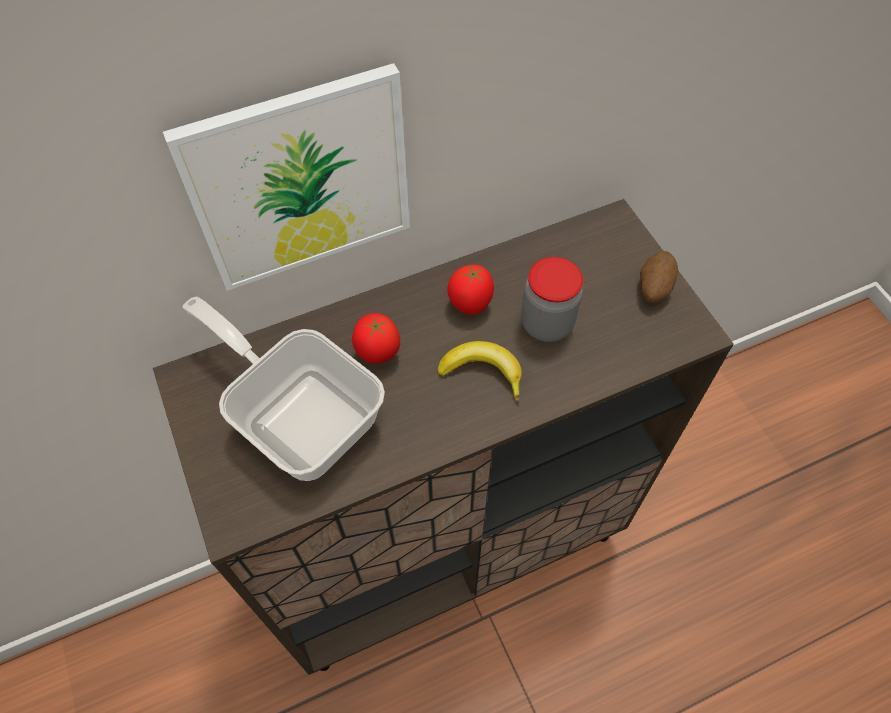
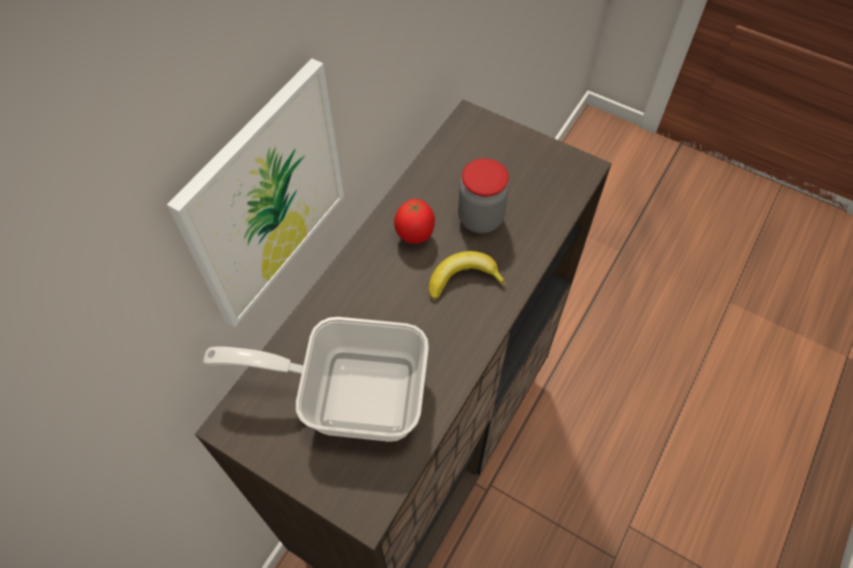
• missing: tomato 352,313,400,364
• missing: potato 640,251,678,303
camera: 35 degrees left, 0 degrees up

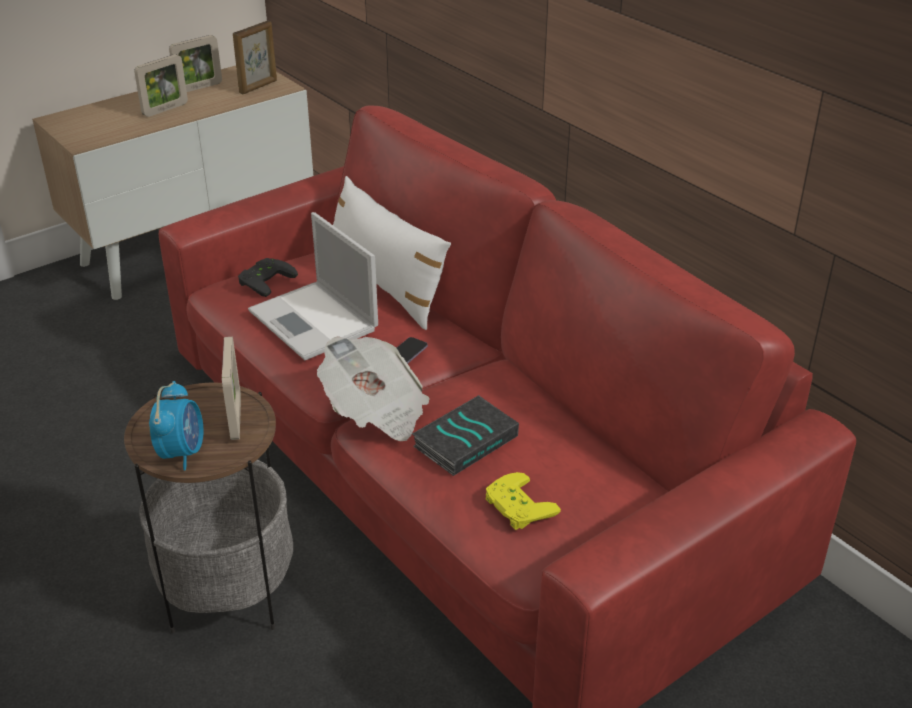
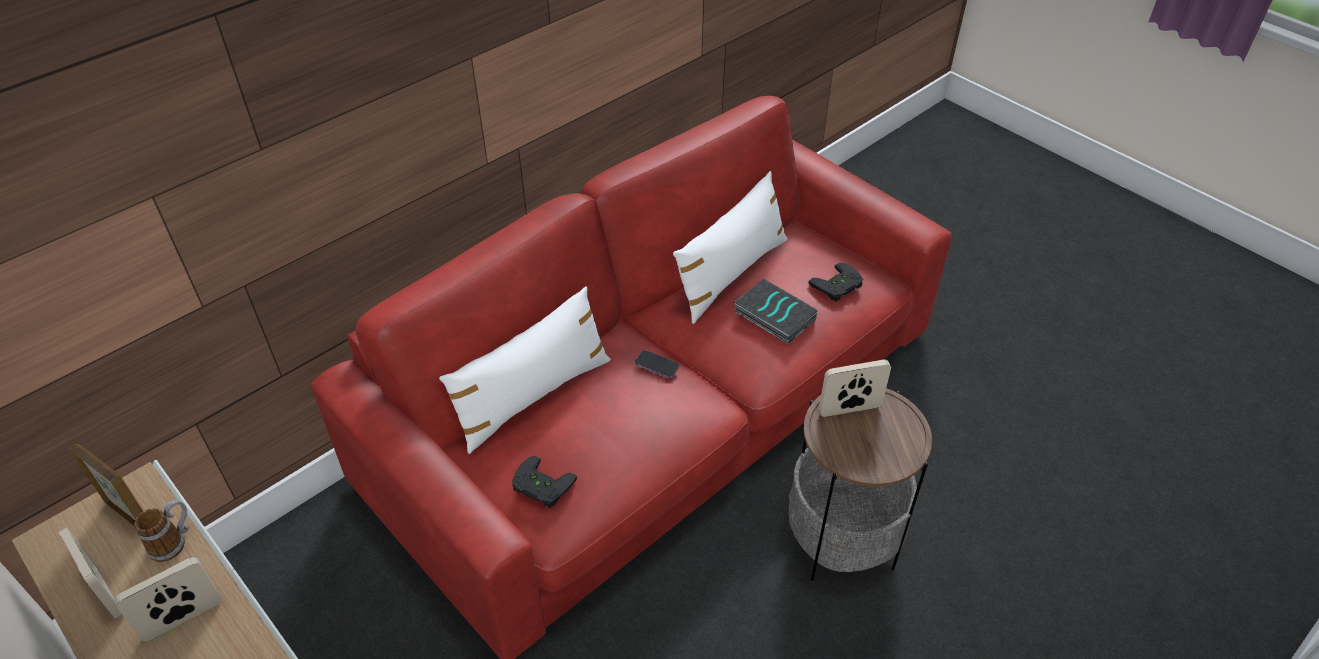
• spun: picture frame 134,54,188,117 = 114,557,221,641 75 degrees counterclockwise
• appeared: mug 134,500,189,562
• appeared: pillow (white) 673,171,788,324
• colour: game controller (yellow) 486,472,561,530 to game controller (black) 809,263,863,302
• missing: alarm clock 149,381,203,471
• missing: laptop 248,212,378,360
• missing: newspaper 317,336,430,441
camera: 95 degrees left, 10 degrees up

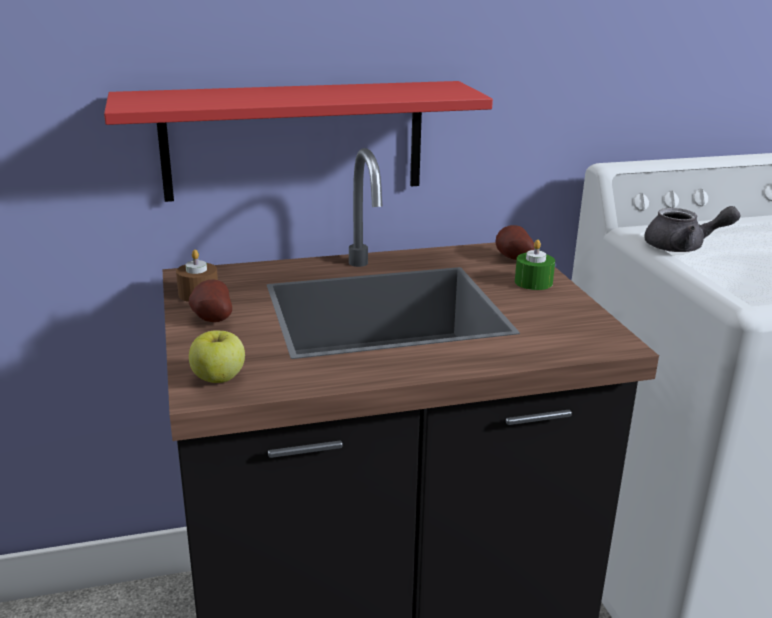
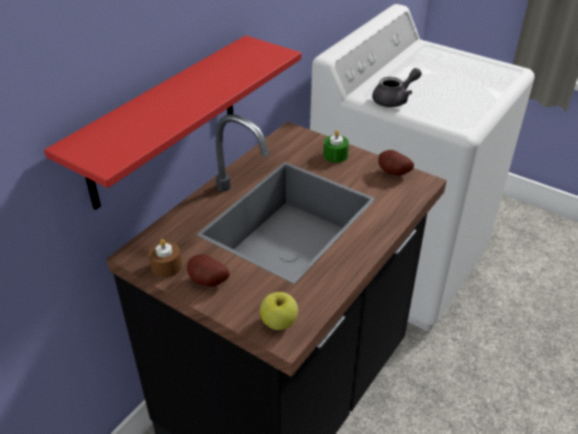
• relocated: potato 495,225,534,260 to 378,150,414,176
camera: 40 degrees left, 15 degrees up

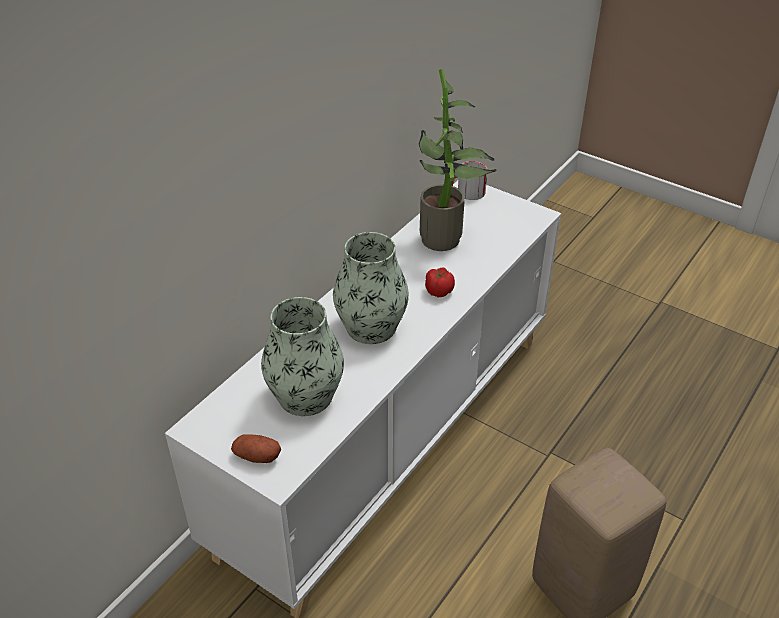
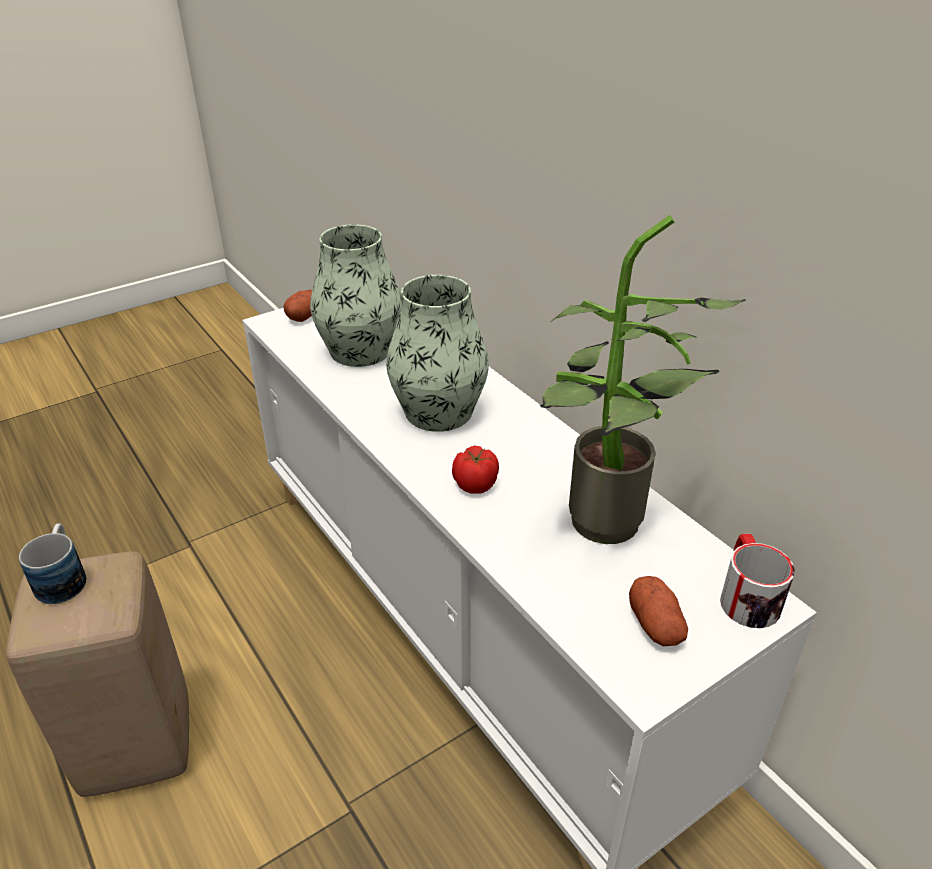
• appeared: mug 19,523,86,604
• appeared: potato 629,576,688,646
camera: 110 degrees right, 5 degrees down

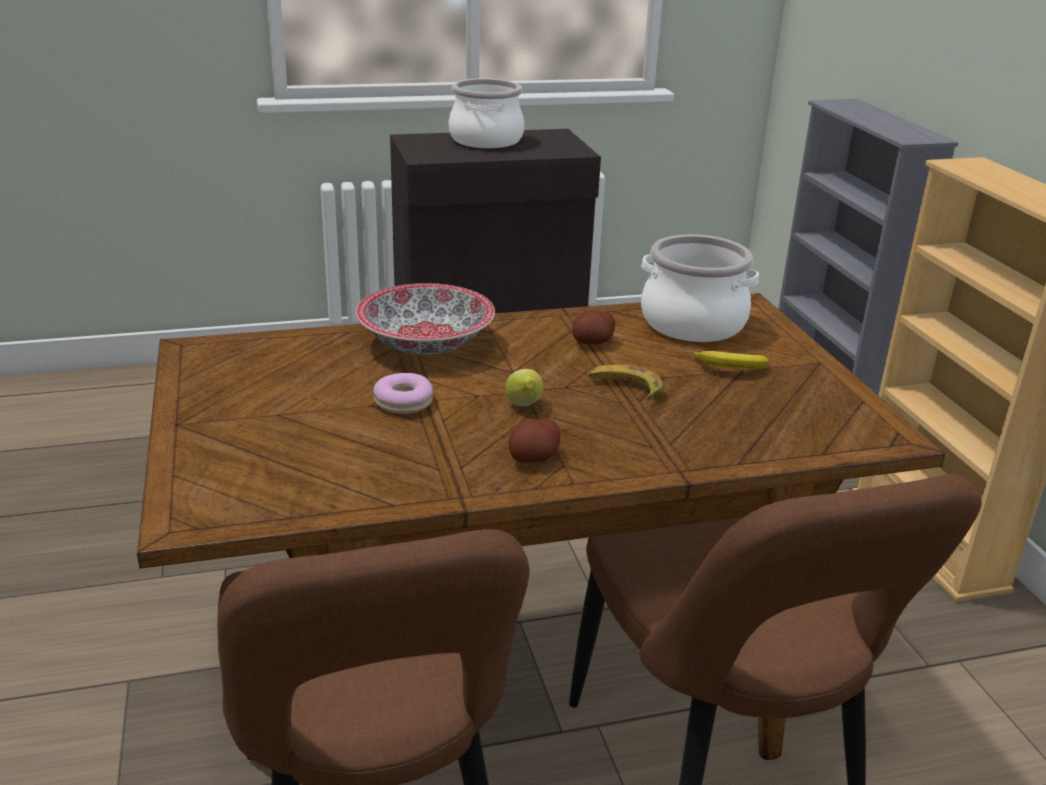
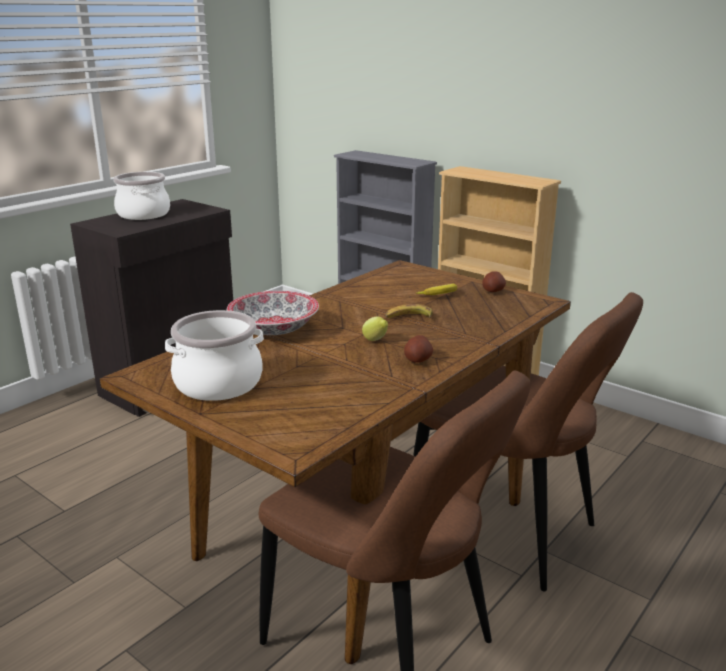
• relocated: cooking pot 641,235,759,342 to 165,310,264,401
• relocated: potato 572,310,615,345 to 483,271,506,292
• missing: donut 373,373,433,414
camera: 35 degrees left, 5 degrees down

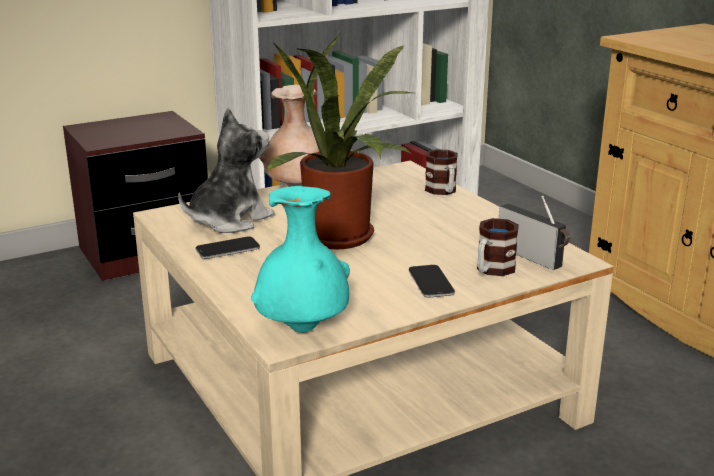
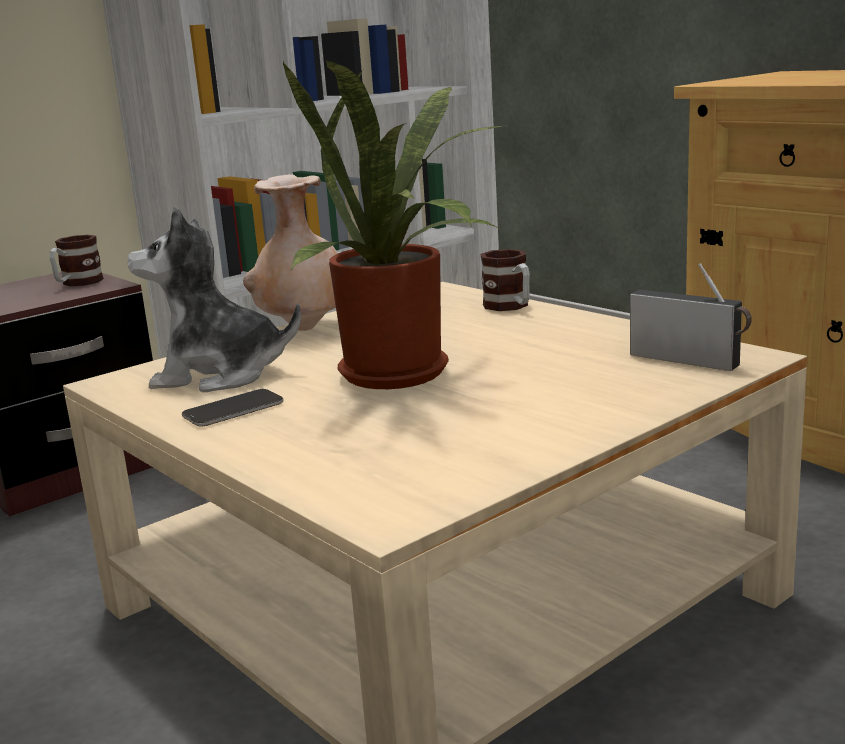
• relocated: mug 477,218,519,276 to 49,235,104,286
• spun: plush toy 178,108,275,233 = 127,207,301,392 120 degrees counterclockwise
• missing: vase (turquoise) 251,186,350,333
• missing: phone 409,265,455,297
camera: 10 degrees left, 5 degrees down

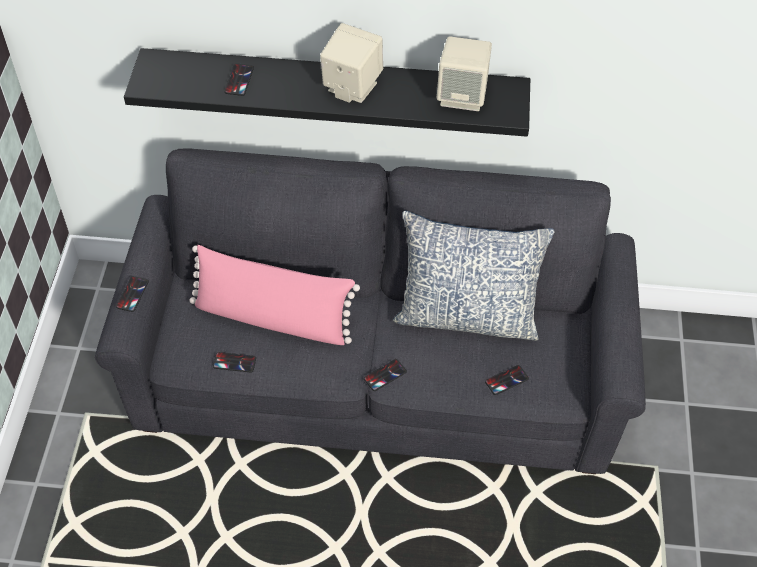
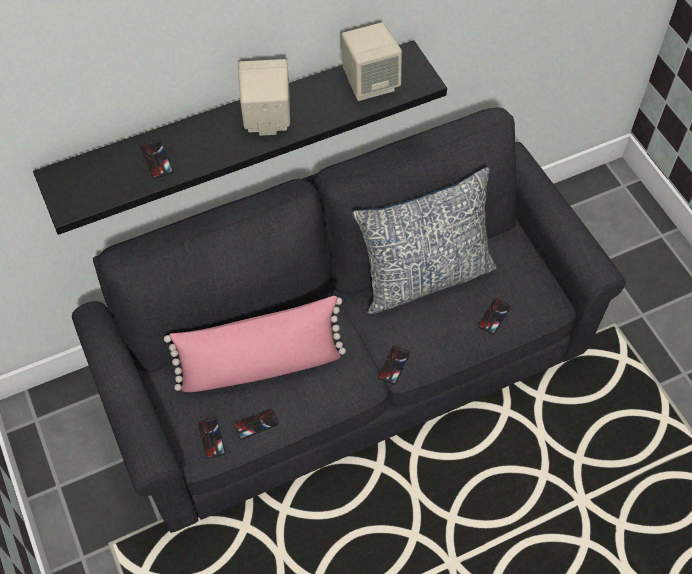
• relocated: phone 116,276,149,312 to 198,417,226,459
camera: 30 degrees left, 5 degrees up

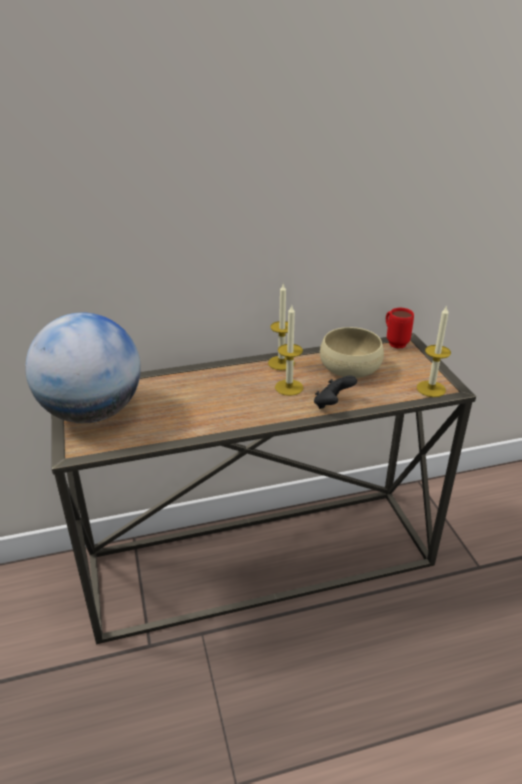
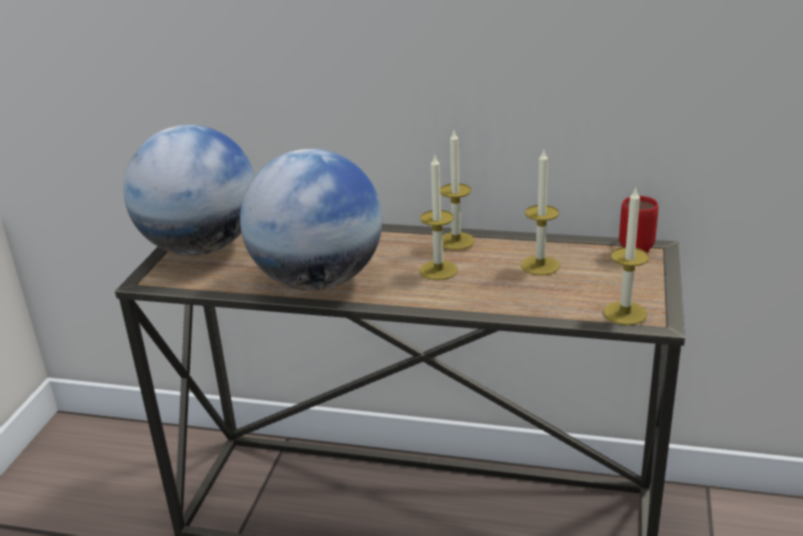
• appeared: globe 240,149,382,290
• exchanged: bowl (beige) 320,327,384,378 to candle 521,150,560,275
• missing: game controller (black) 314,376,357,409
camera: 30 degrees right, 5 degrees down

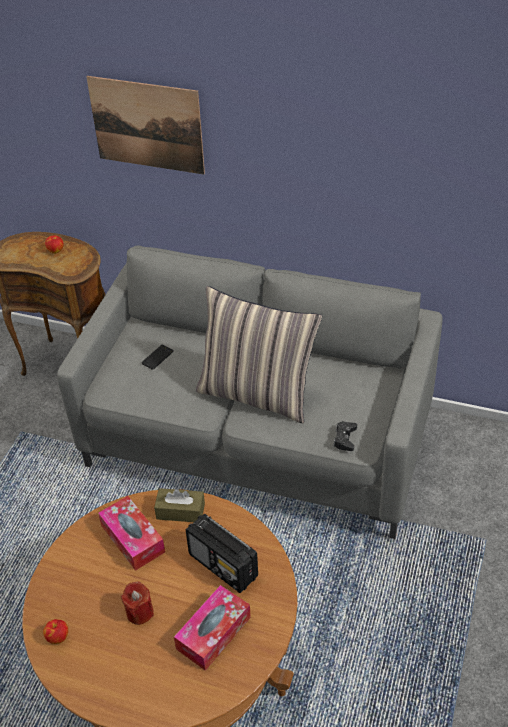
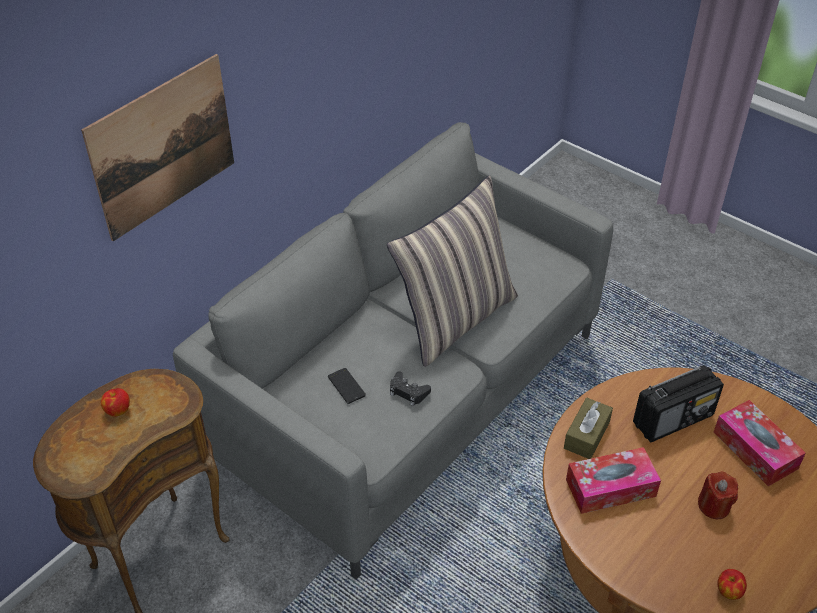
• relocated: game controller (black) 333,421,357,451 to 390,371,431,406
camera: 70 degrees left, 0 degrees up

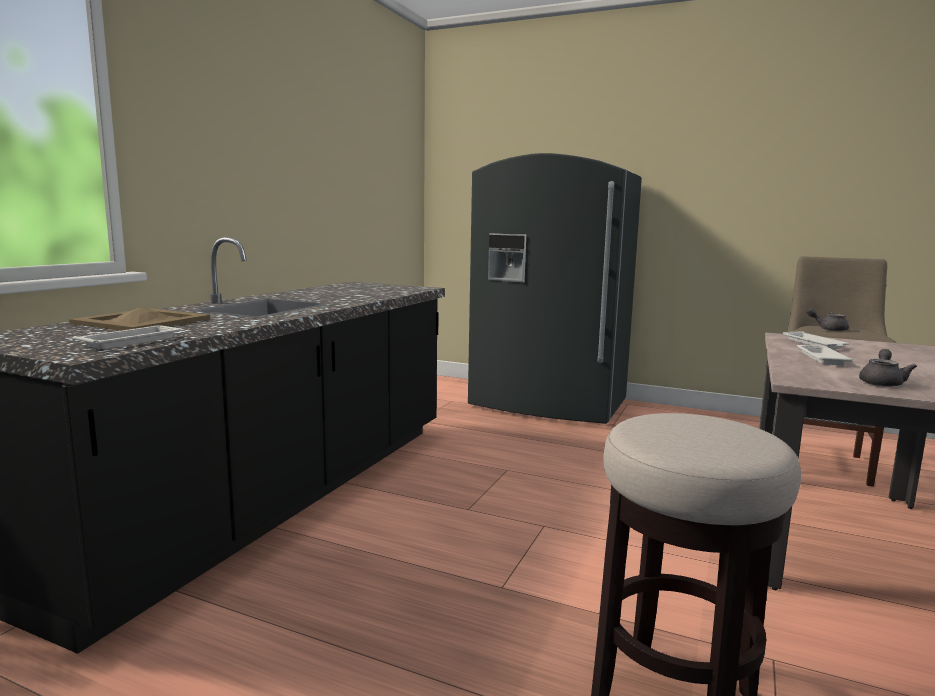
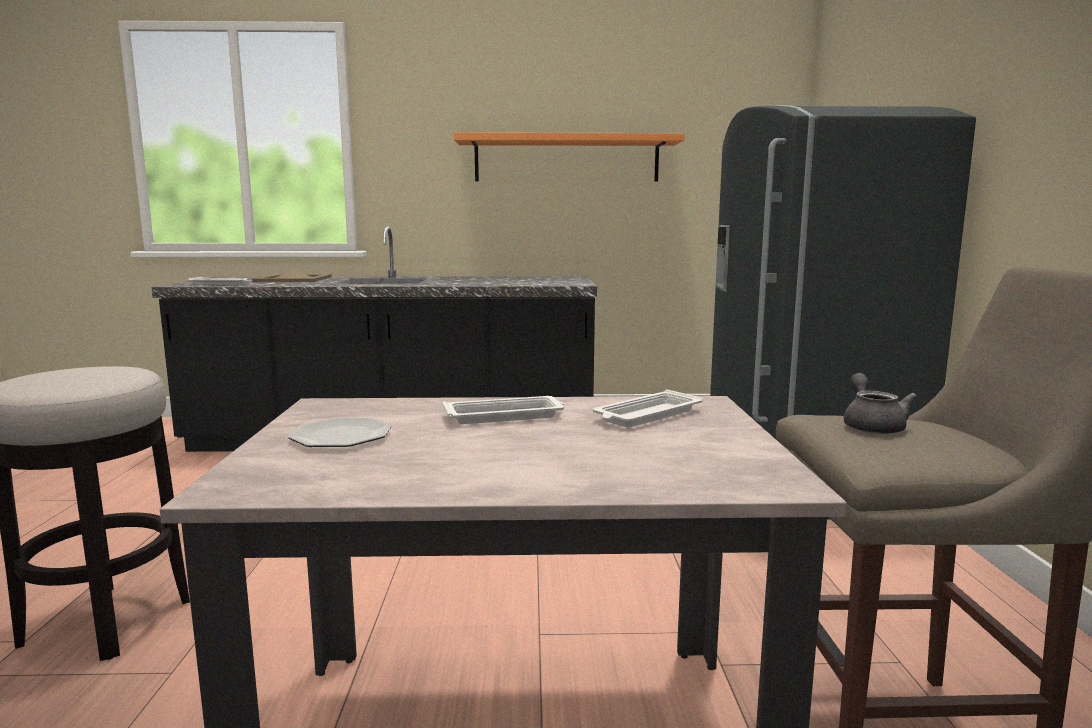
• exchanged: teapot (grey) 859,349,917,387 to plate 288,417,392,447
• appeared: shelf (orange) 454,132,685,182
camera: 65 degrees right, 0 degrees up

